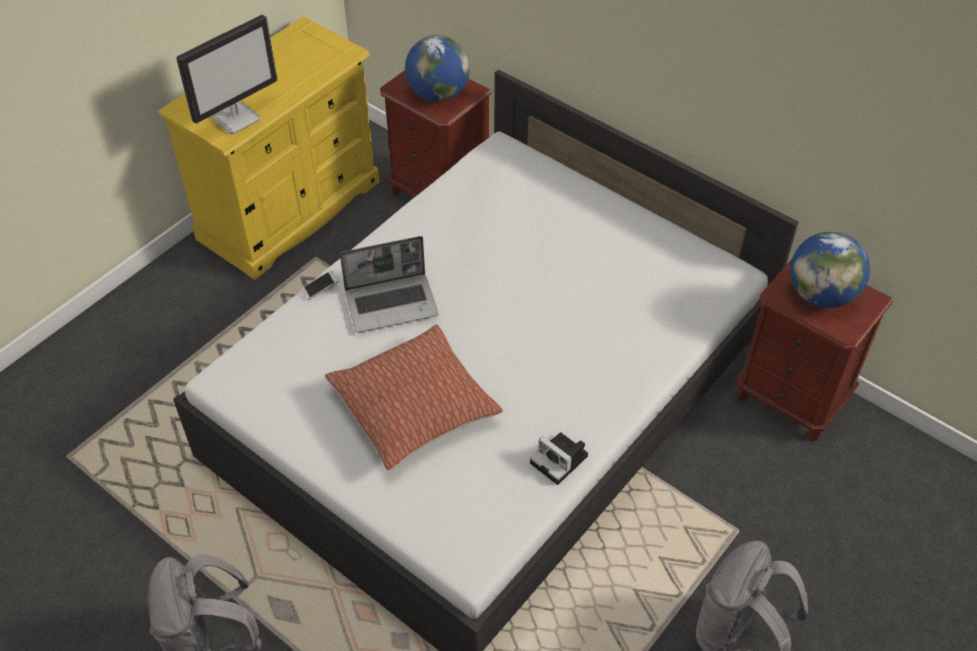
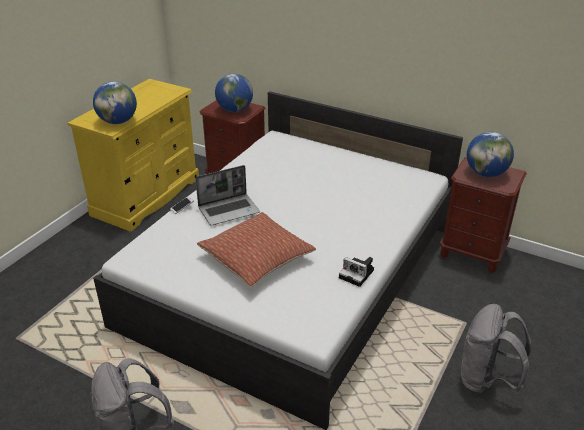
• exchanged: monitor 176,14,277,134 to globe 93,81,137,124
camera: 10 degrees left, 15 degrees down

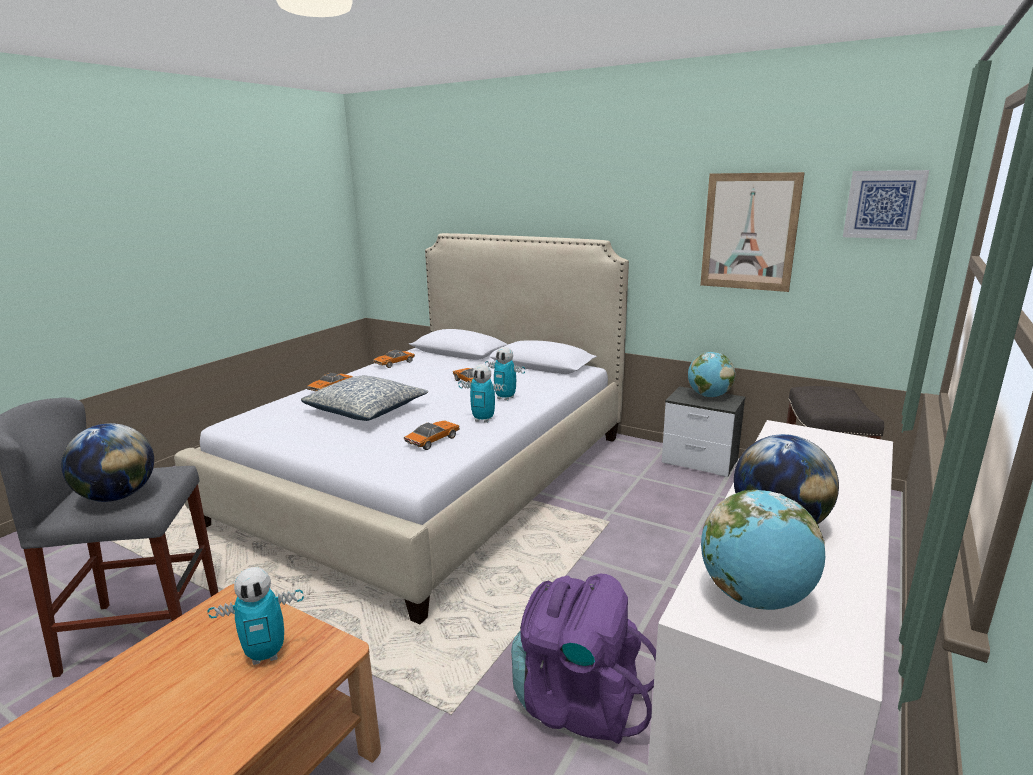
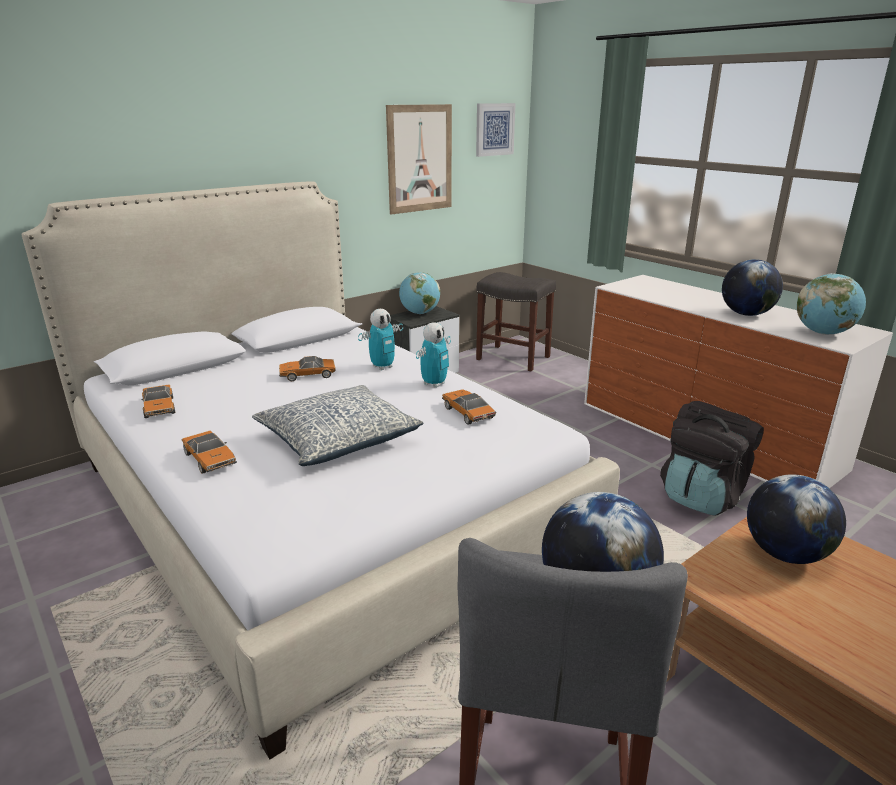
• colour: backpack (purple) 511,574,656,744 to backpack (black) 660,401,764,516
• exchanged: toy robot 207,567,304,665 to globe 747,474,846,564
camera: 70 degrees left, 5 degrees up

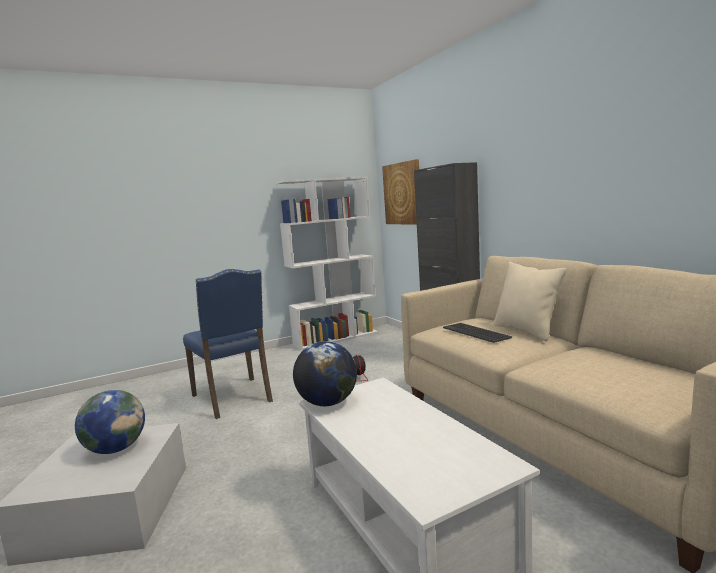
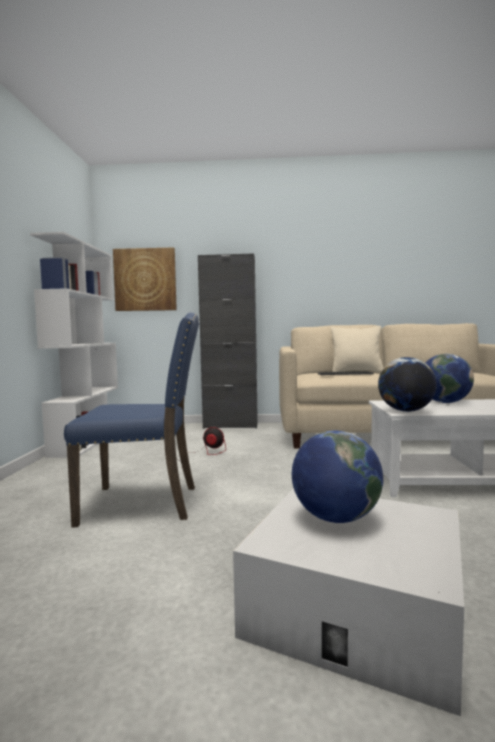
• appeared: globe 426,354,474,403
camera: 60 degrees left, 5 degrees down

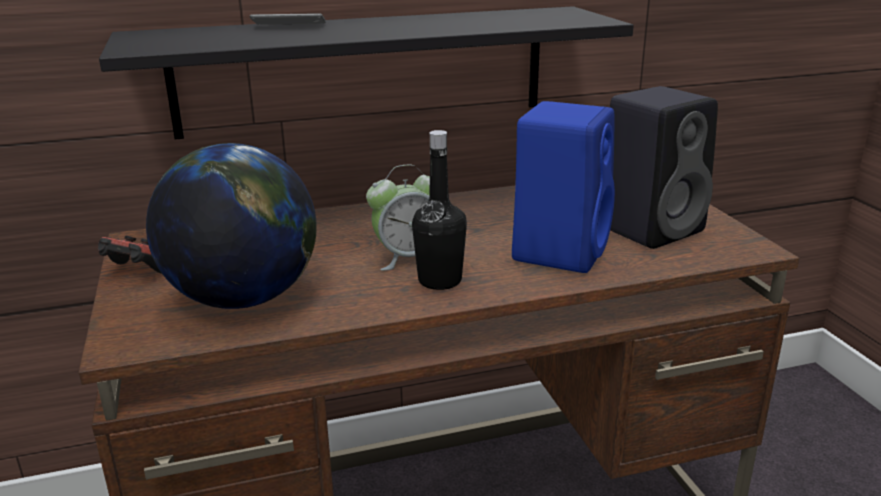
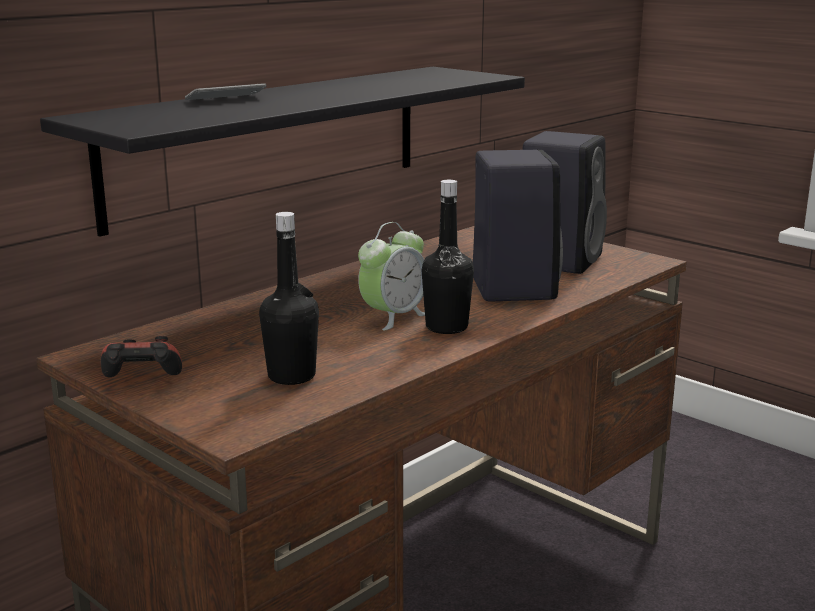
• exchanged: globe 146,143,317,309 to bottle (black) 259,212,319,385
• colour: speaker (blue) 512,101,615,273 to speaker (black) 473,150,563,301
camera: 30 degrees left, 5 degrees down

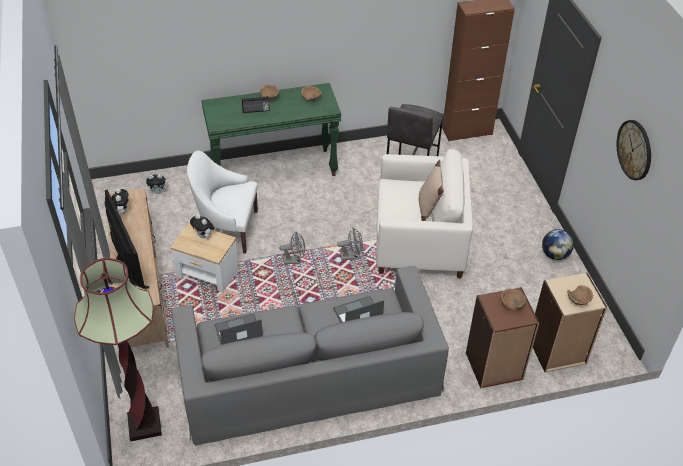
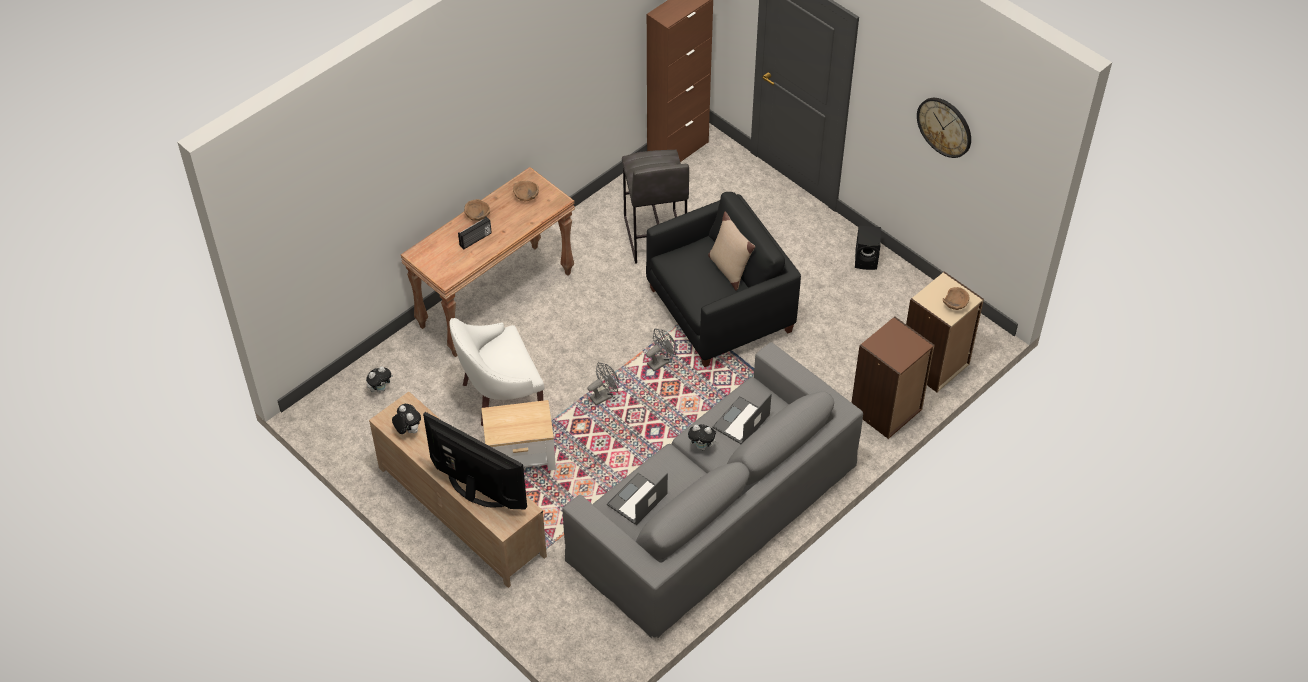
• colour: console table (green) 201,83,341,176 to console table (brown) 401,167,575,357
• colour: armchair (white) 376,149,473,278 to armchair (black) 646,192,801,367
• relocated: plush toy 190,214,215,238 to 688,425,719,450
• exchanged: globe 542,229,574,260 to speaker (black) 855,226,881,270
• missing: floor lamp 74,258,162,442
• missing: bowl (brown) 501,289,526,310
camera: 30 degrees left, 5 degrees up

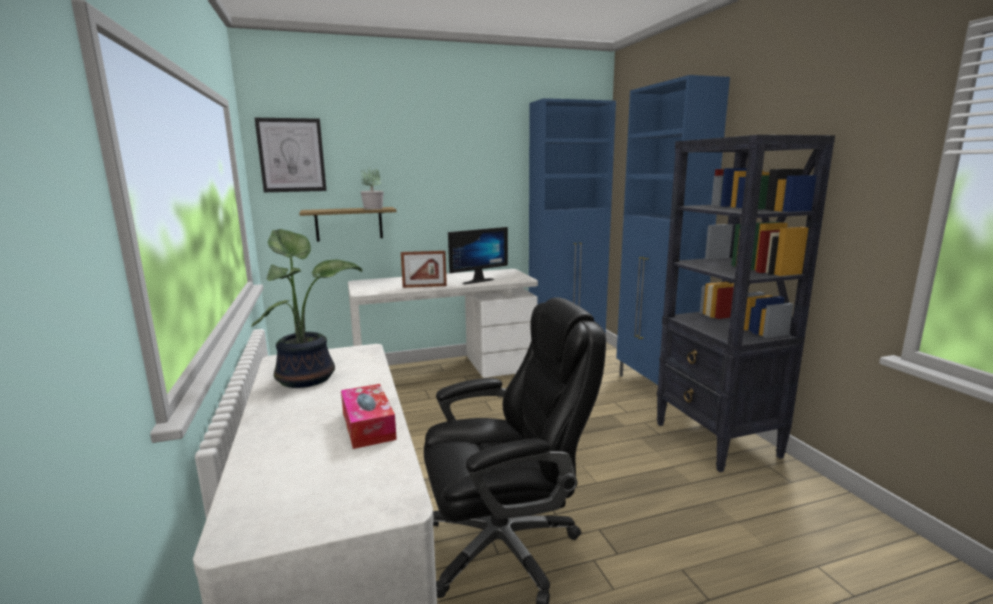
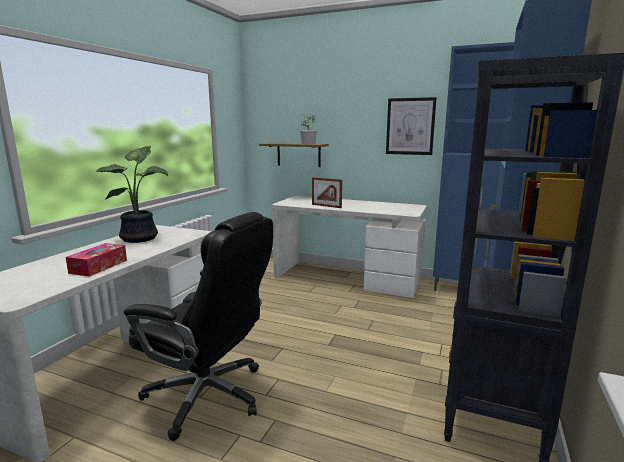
• relocated: picture 255,118,327,192 to 386,97,437,155
• missing: monitor 448,227,508,284
camera: 40 degrees right, 0 degrees up

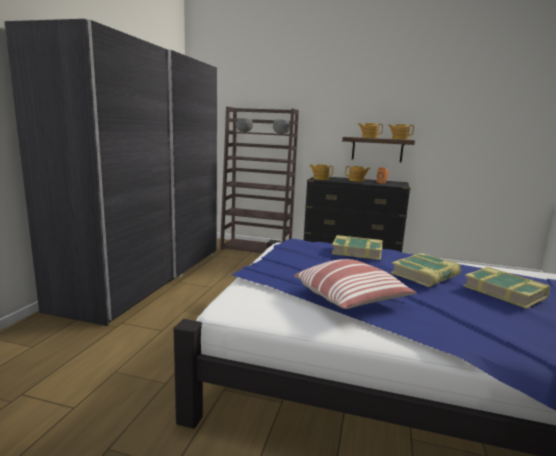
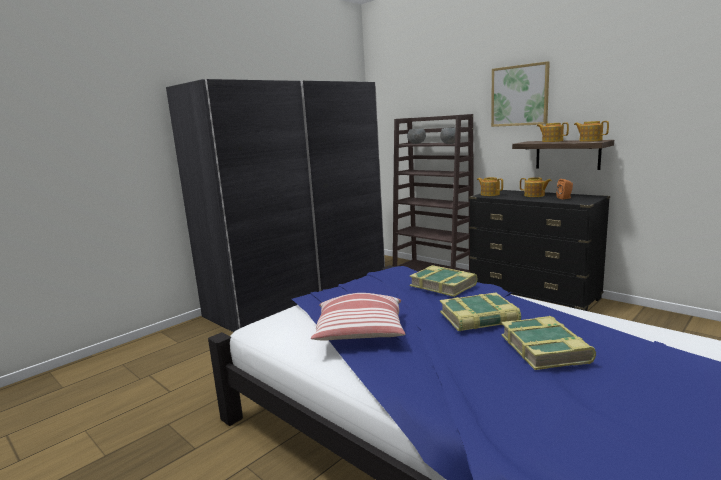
• appeared: picture 491,61,550,127
camera: 30 degrees right, 0 degrees up

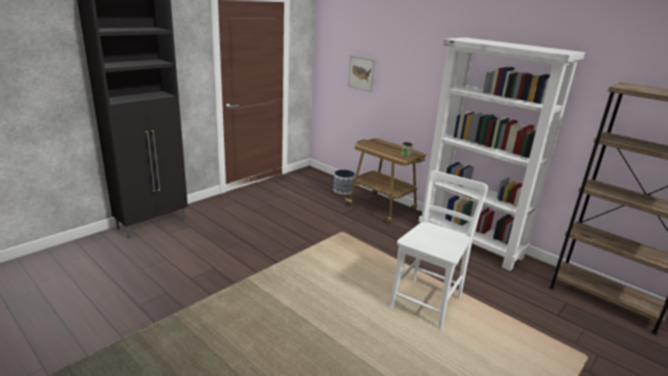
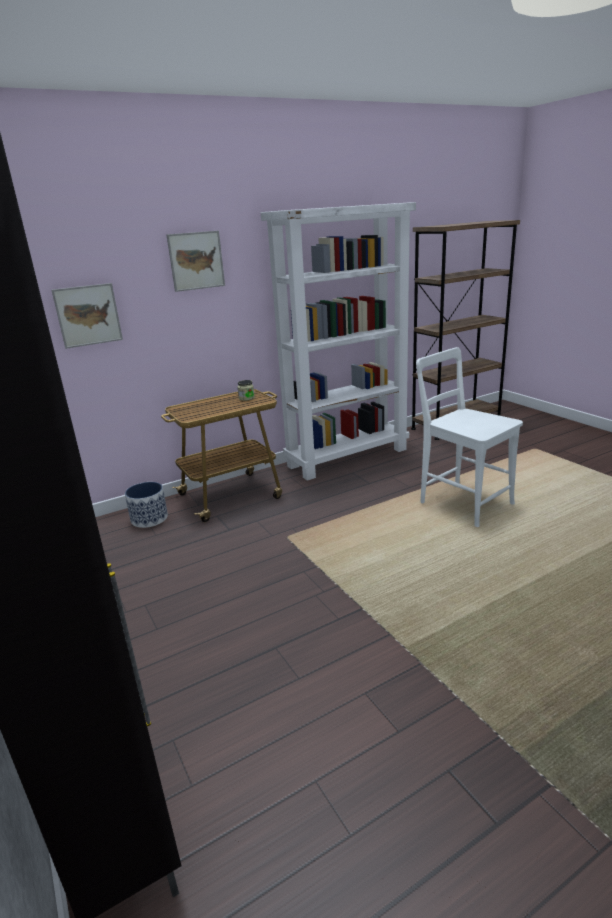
• appeared: picture 166,231,225,292
camera: 70 degrees left, 0 degrees up

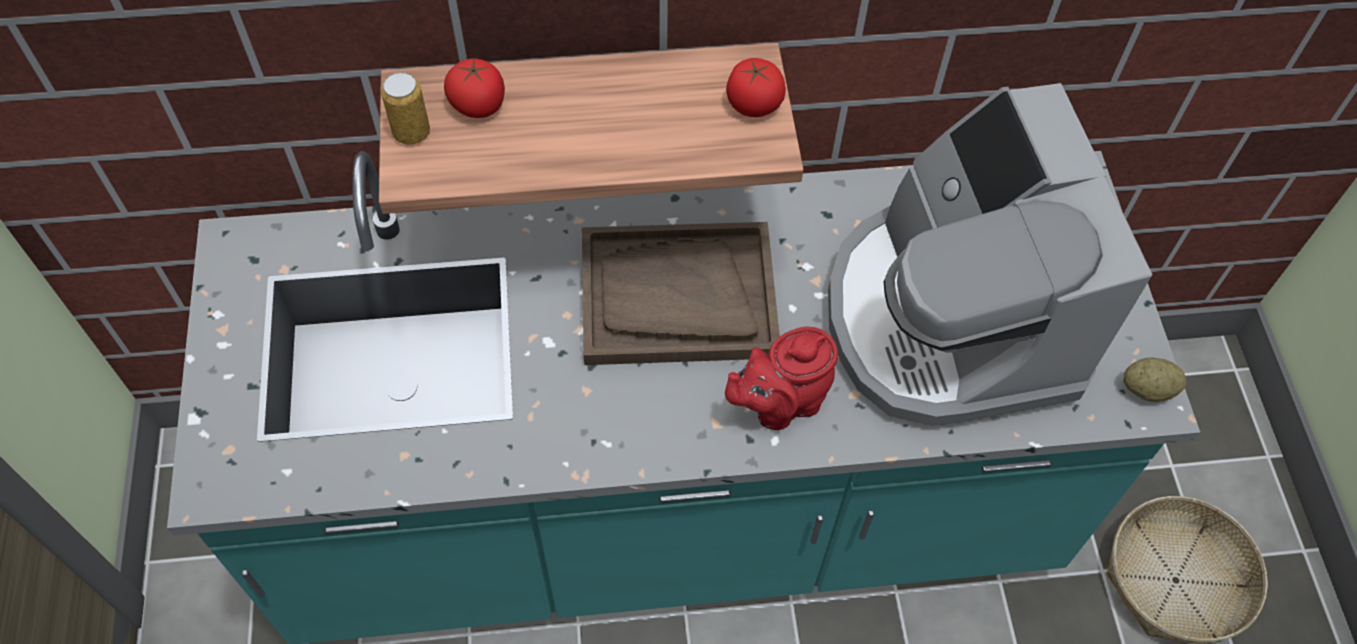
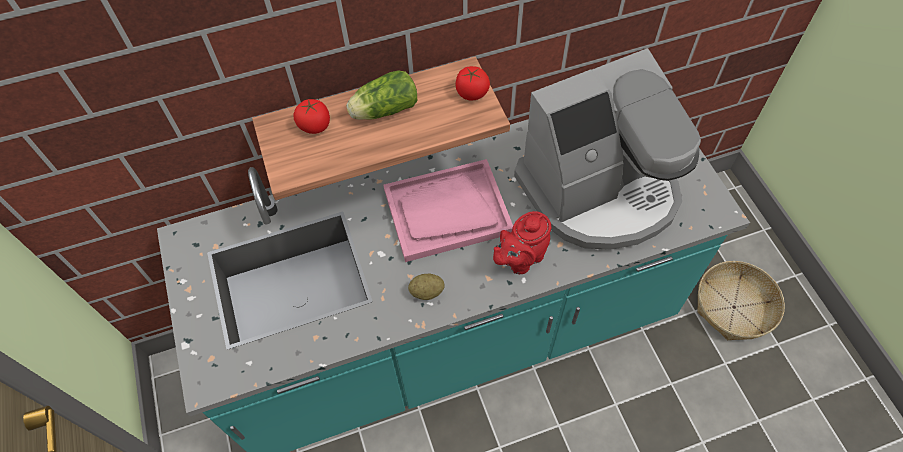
• appeared: lettuce 346,71,417,120
• colour: tray (brown) 582,222,780,365 to tray (pink) 383,159,513,262
• relocated: potato 1123,358,1187,402 to 408,273,445,300
• spun: coffee machine 828,83,1152,426 = 514,48,701,250 90 degrees counterclockwise
• missing: can 381,72,430,145
camera: 10 degrees left, 0 degrees up

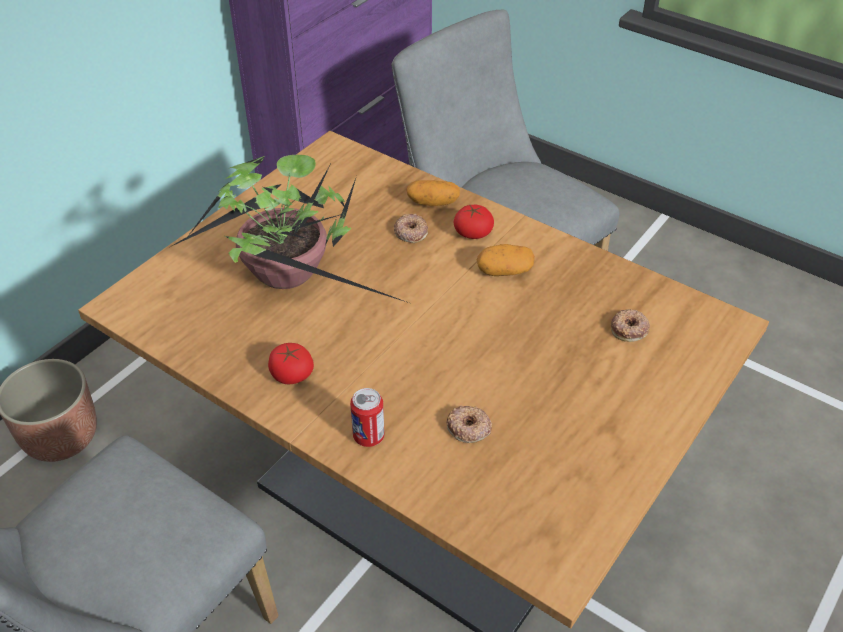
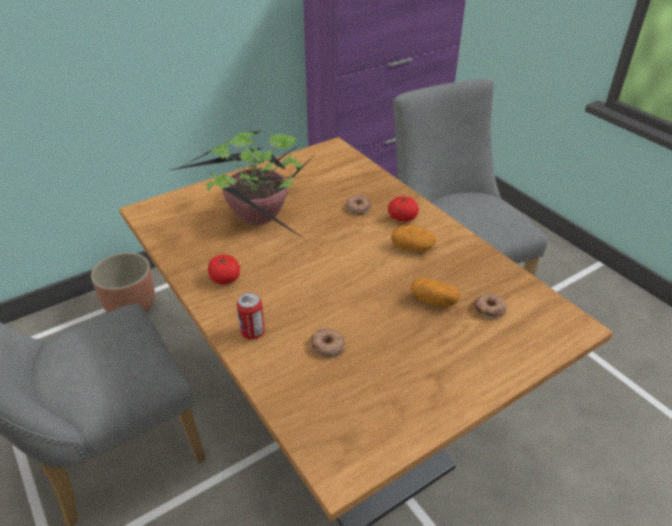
• relocated: potato 407,180,460,206 to 411,278,460,306
camera: 20 degrees right, 5 degrees down

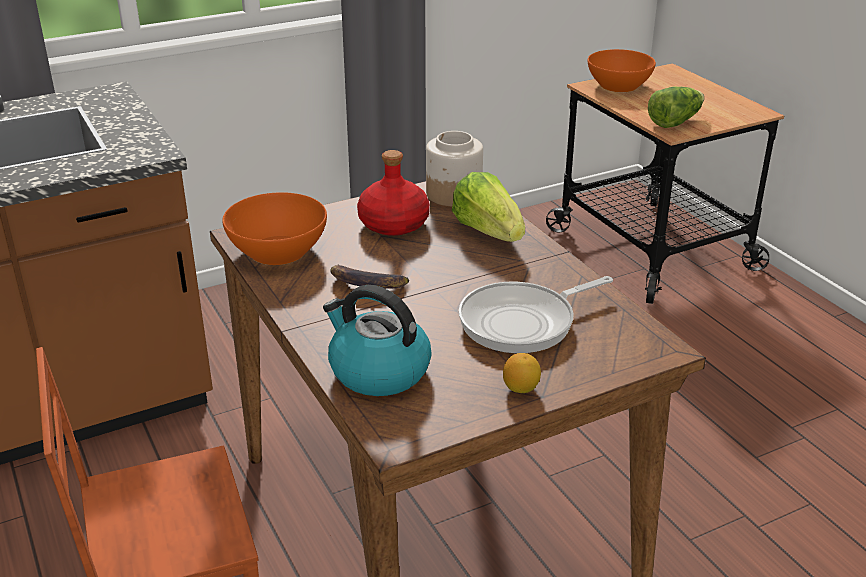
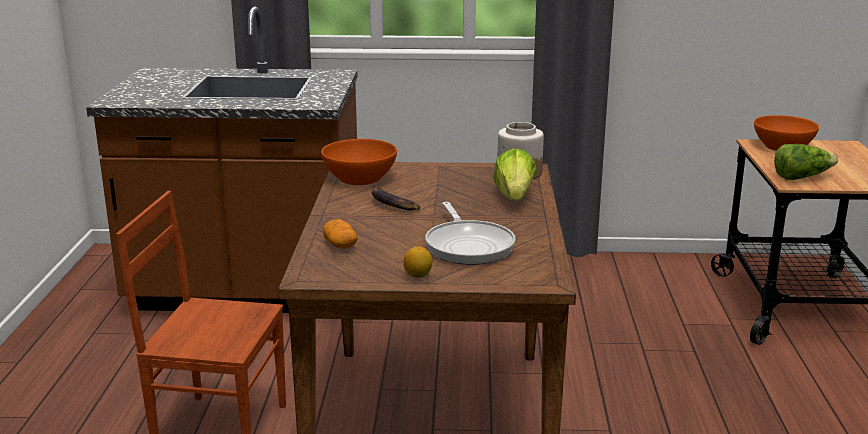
• exchanged: kettle 323,285,432,396 to potato 323,219,357,249
• spun: frying pan 459,276,613,353 = 425,202,515,265 105 degrees counterclockwise
• missing: bottle (red) 357,150,430,236
camera: 30 degrees right, 10 degrees down

